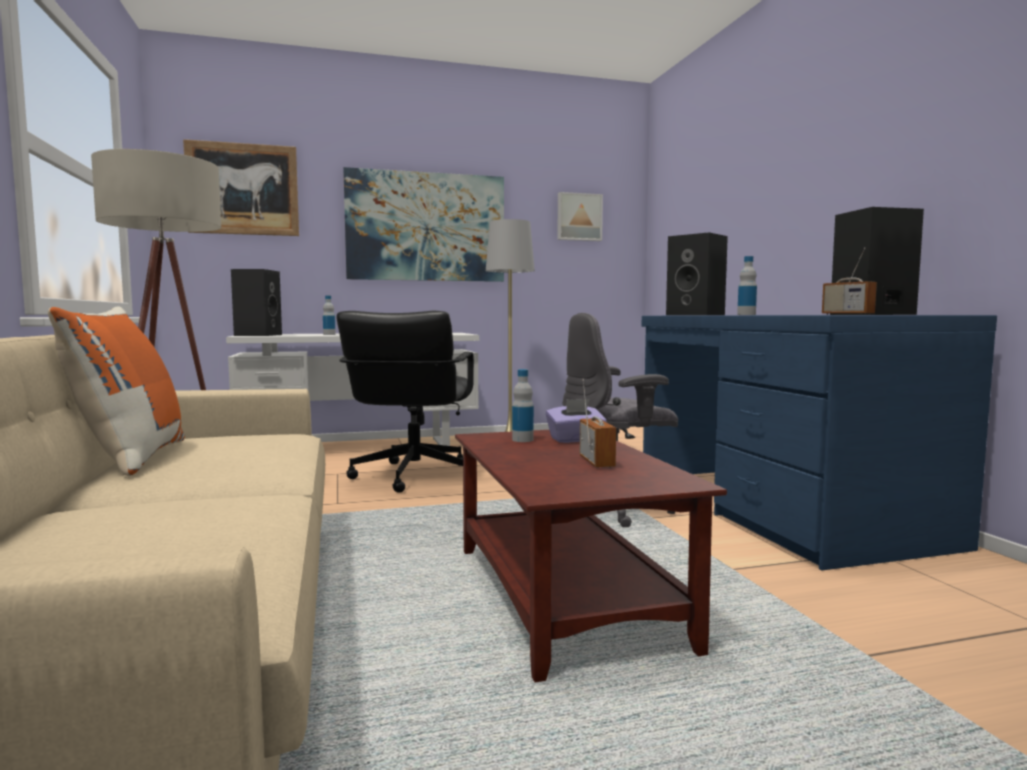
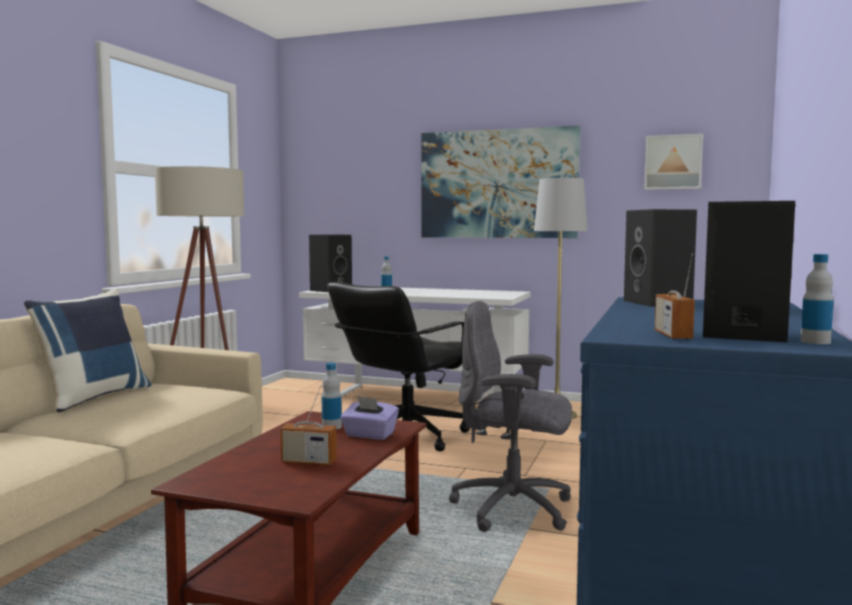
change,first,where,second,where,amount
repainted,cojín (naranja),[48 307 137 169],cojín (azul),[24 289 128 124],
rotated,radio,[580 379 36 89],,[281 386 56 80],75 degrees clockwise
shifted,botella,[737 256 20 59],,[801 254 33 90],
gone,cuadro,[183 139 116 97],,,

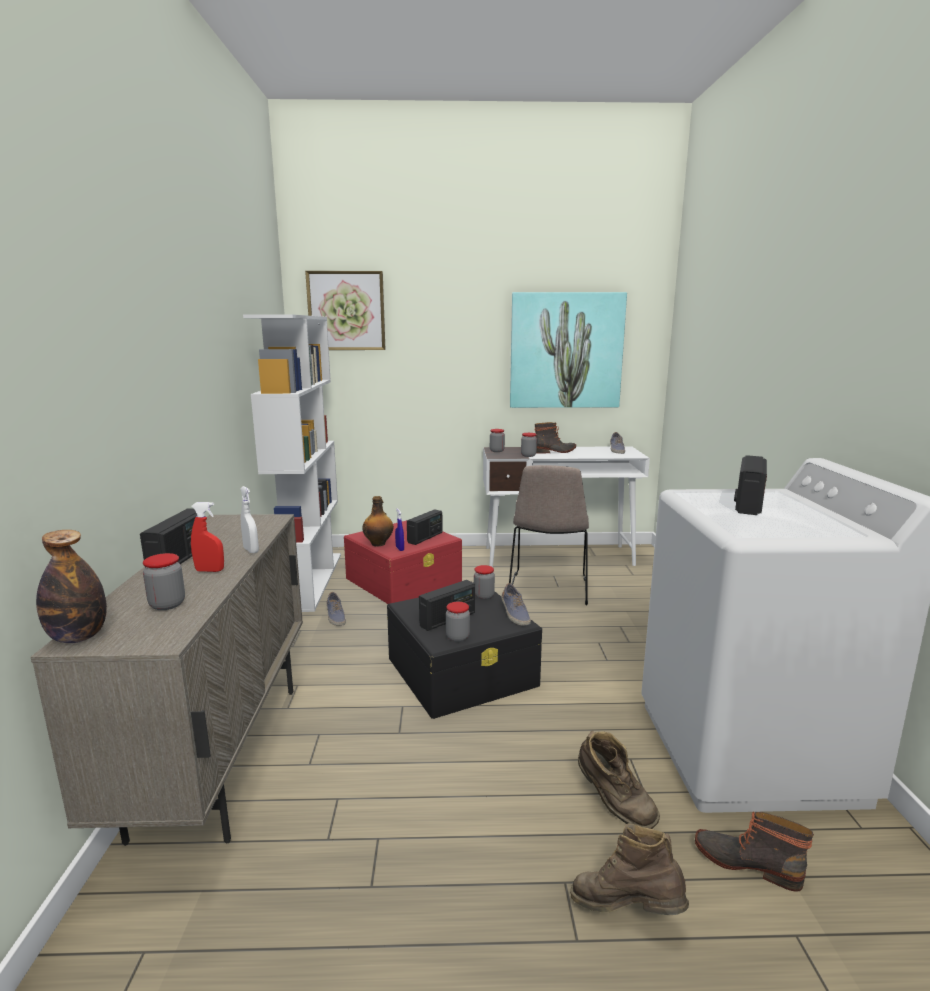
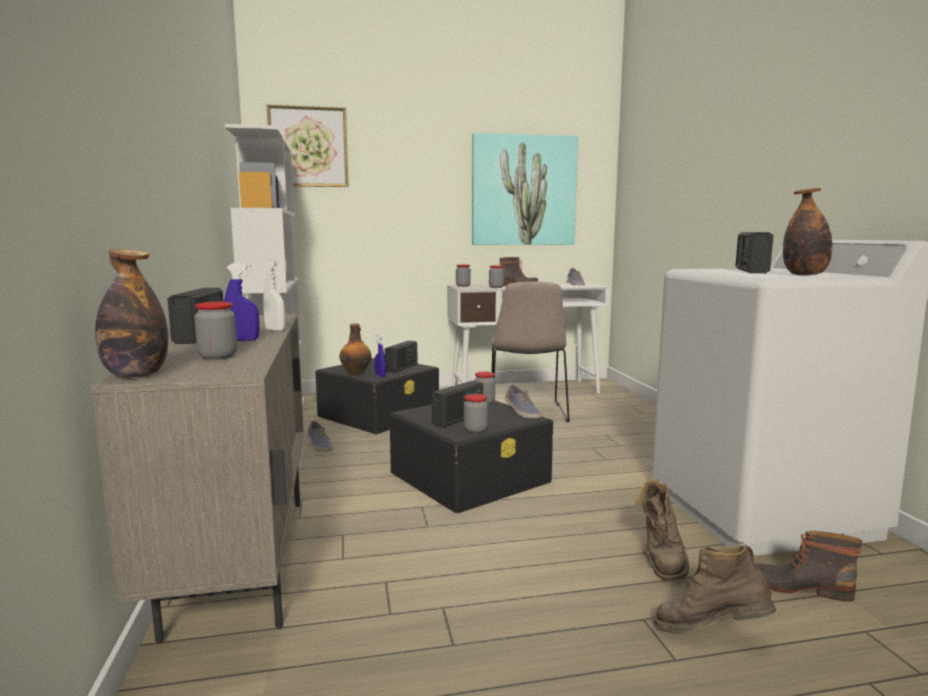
change,first,where,second,where,amount
repainted,pulverizador (rojo),[191 502 33 70],pulverizador (azul),[224 263 36 78],
repainted,caja de almacenaje (rojo),[344 520 118 84],caja de almacenaje (negro),[315 358 124 76],
rotated,bota (marrón),[578 731 82 98],,[636 478 53 103],60 degrees clockwise
new,,,botella,[783 188 50 88],

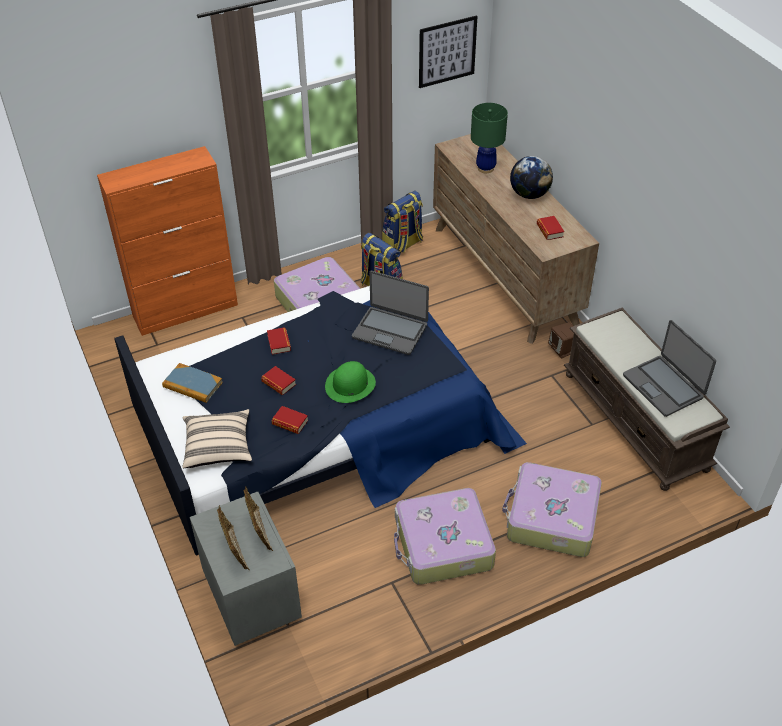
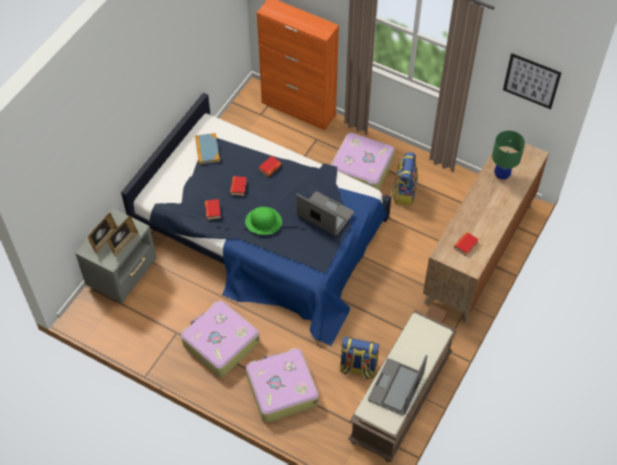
change,first,where,second,where,amount
rotated,portátil,[352 271 77 84],,[296 191 58 45],135 degrees clockwise
shifted,mochila,[382 191 41 62],,[340 337 39 43],
gone,cojín (beis),[182 409 70 59],,,
gone,globo terráqueo,[510 156 43 43],,,

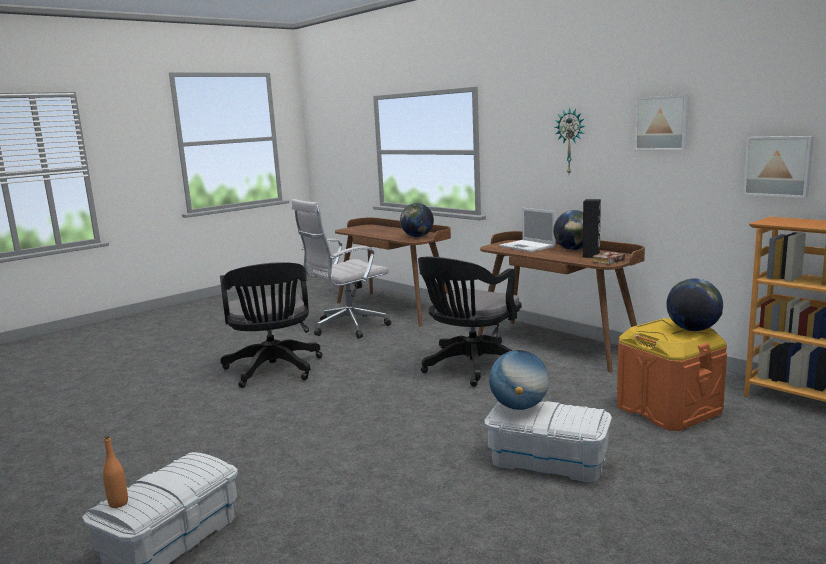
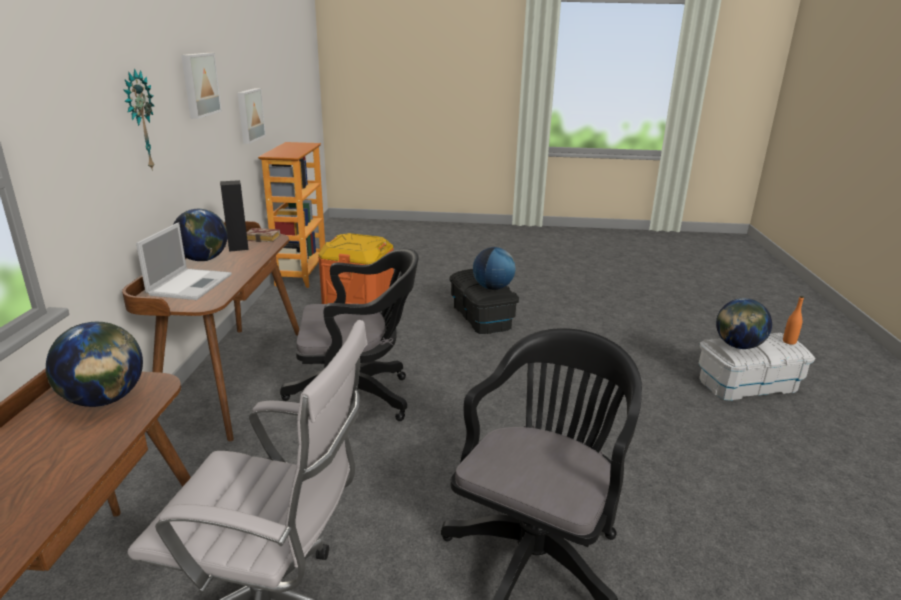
change,first,where,second,where,amount
repainted,caja de almacenaje (blanco),[484 401 128 82],caja de almacenaje (negro),[449 269 70 65],
shifted,globo terráqueo,[666 279 57 52],,[716 298 56 51],

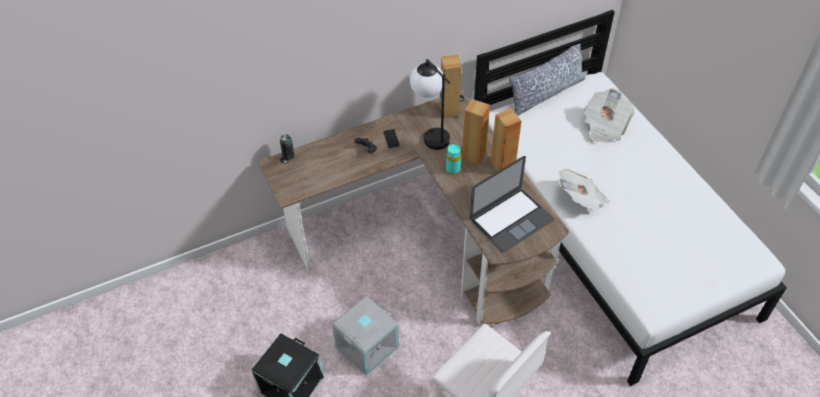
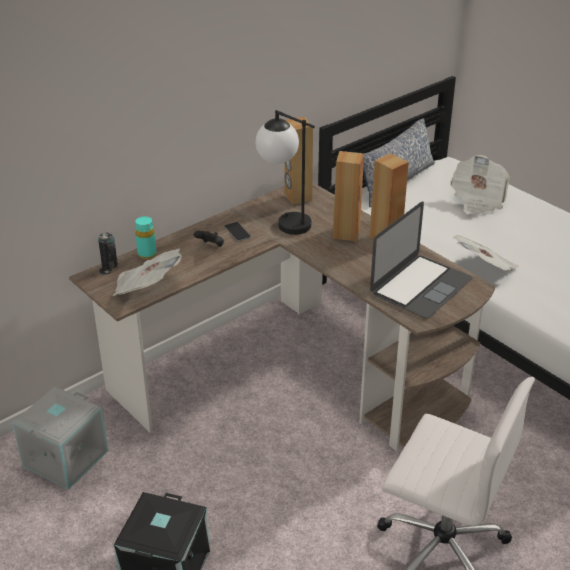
change,first,where,second,where,amount
shifted,caja de almacenaje (gris),[332 296 67 80],,[12 387 96 103],
new,,,periódico,[113 249 69 47],
shifted,botella (turquesa),[446 144 15 30],,[135 216 21 43],

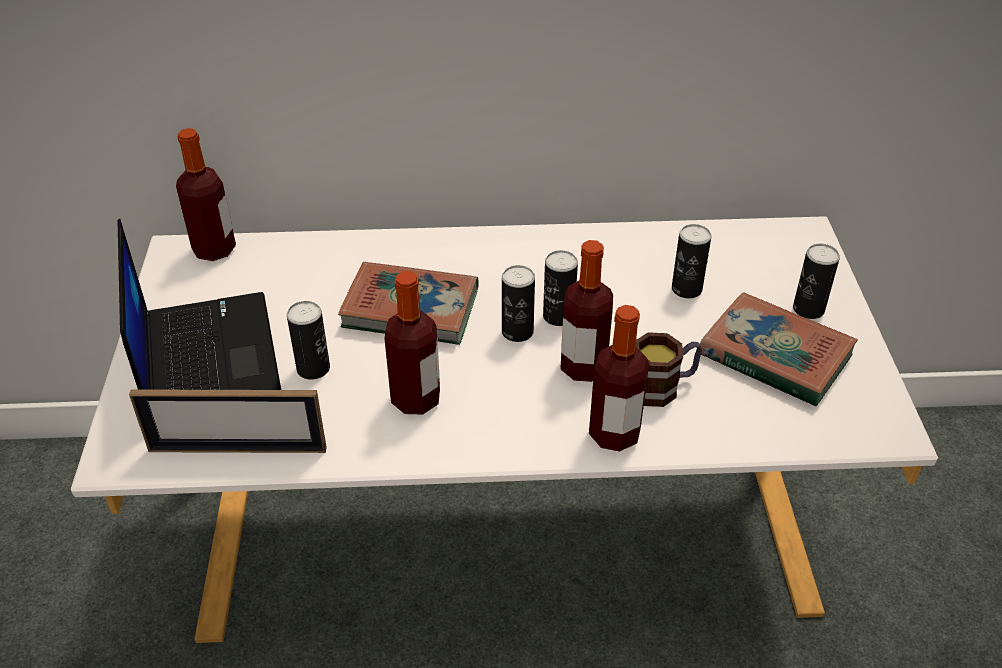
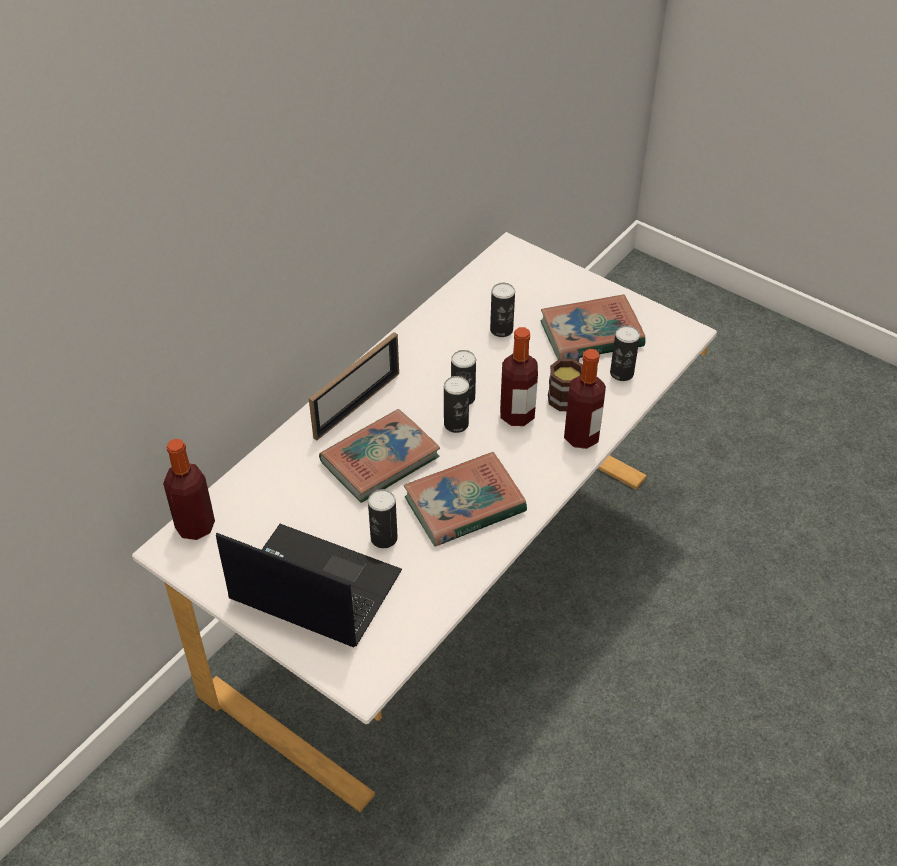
change,first,where,second,where,amount
shifted,portarretratos,[129 389 198 64],,[309 332 90 108],
swapped,botella,[384 271 56 143],libro,[404 452 123 95],
shifted,lata,[793 244 47 75],,[610 325 30 56],

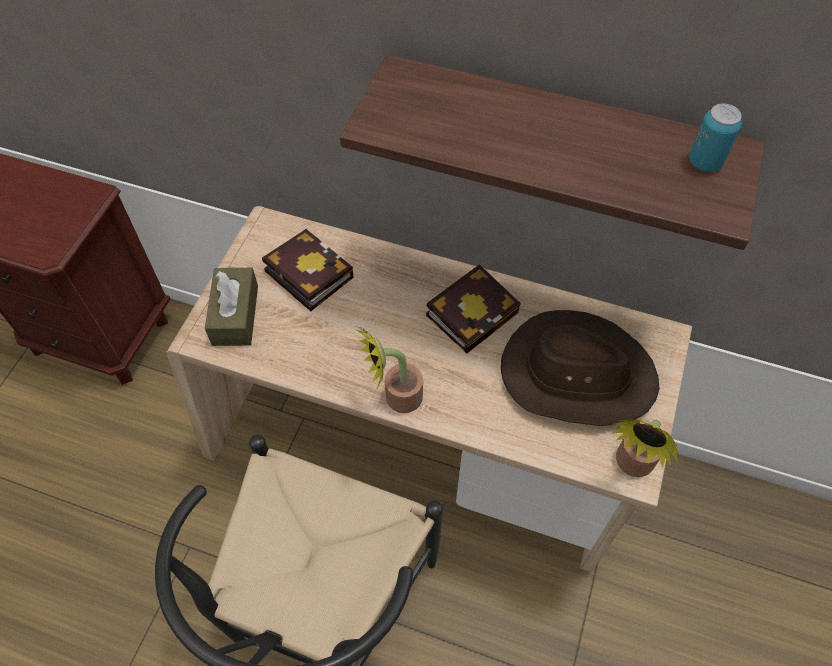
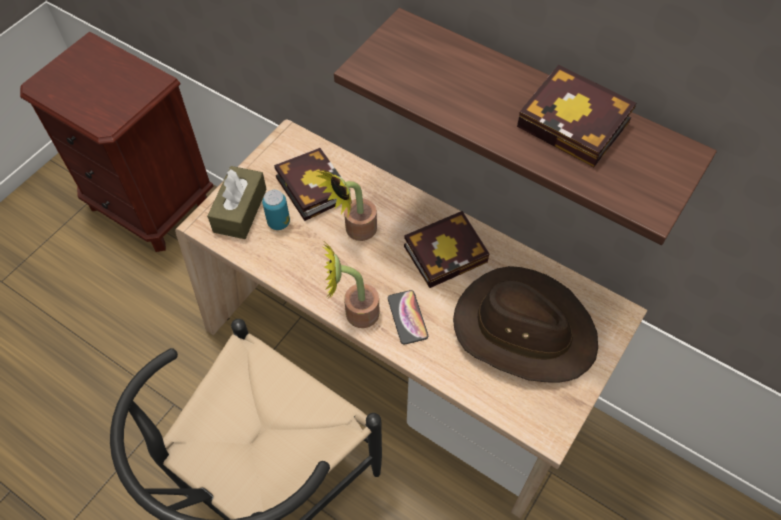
change,first,where,second,where,amount
shifted,lata,[689 104 53 68],,[262 190 28 40],
shifted,planta en maceta,[611 419 70 58],,[317 169 60 72],
new,,,móvil,[388 290 40 55],
new,,,libro,[517 65 119 102],

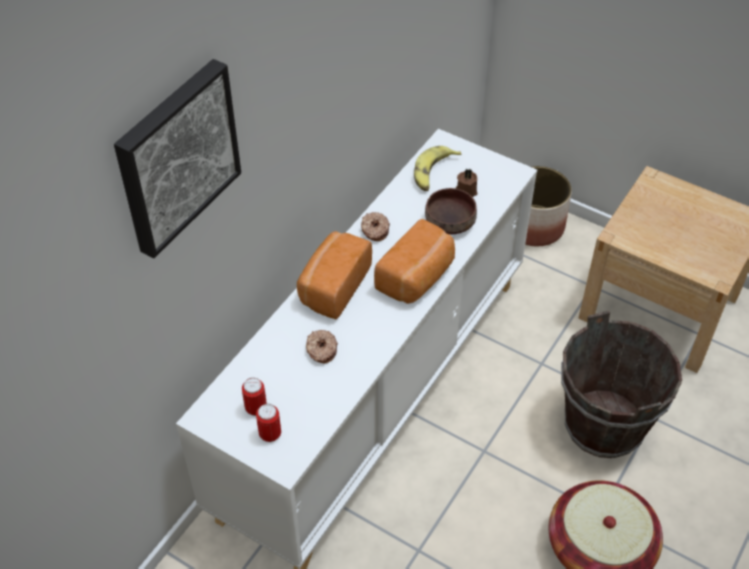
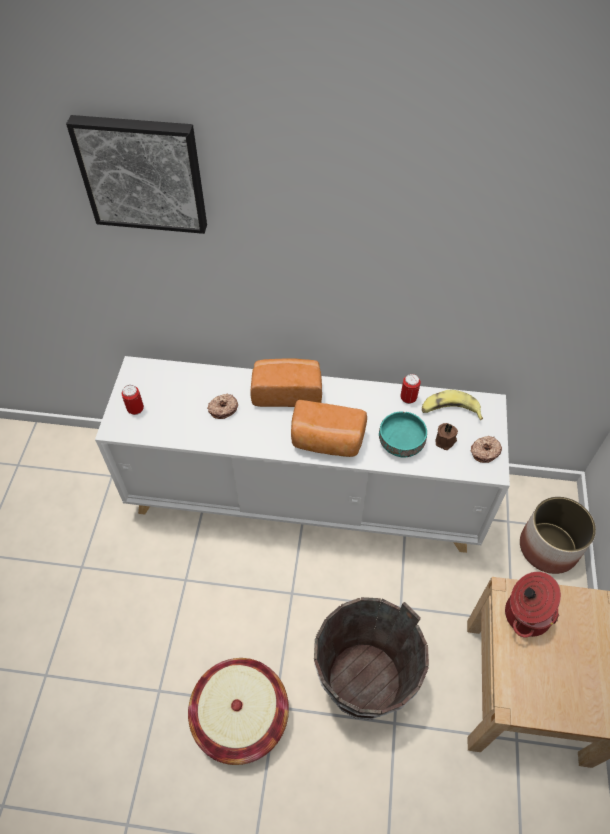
change,first,where,second,where,amount
repainted,cuenco (marrón),[425 188 52 46],cuenco (turquesa),[379 411 48 47],
shifted,lata,[242 378 25 38],,[400 374 21 30],
shifted,rosquilla,[361 212 29 29],,[471 436 31 27],
new,,,olla,[505 572 56 66],

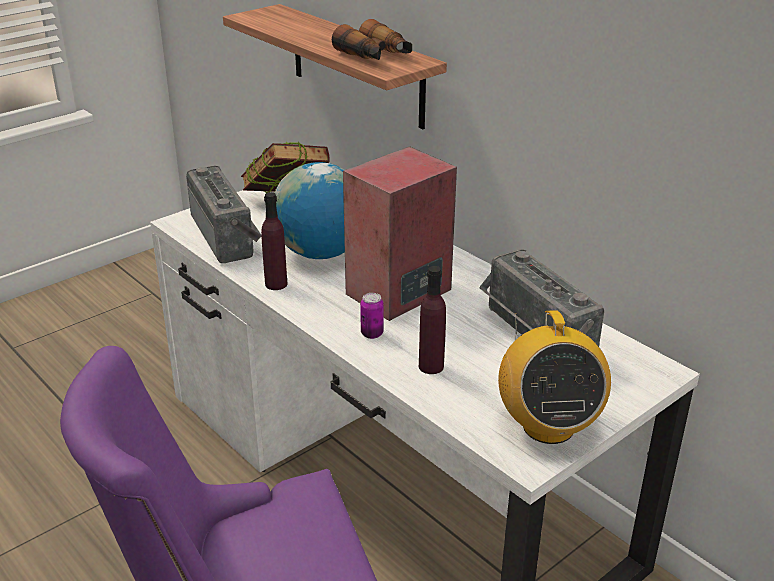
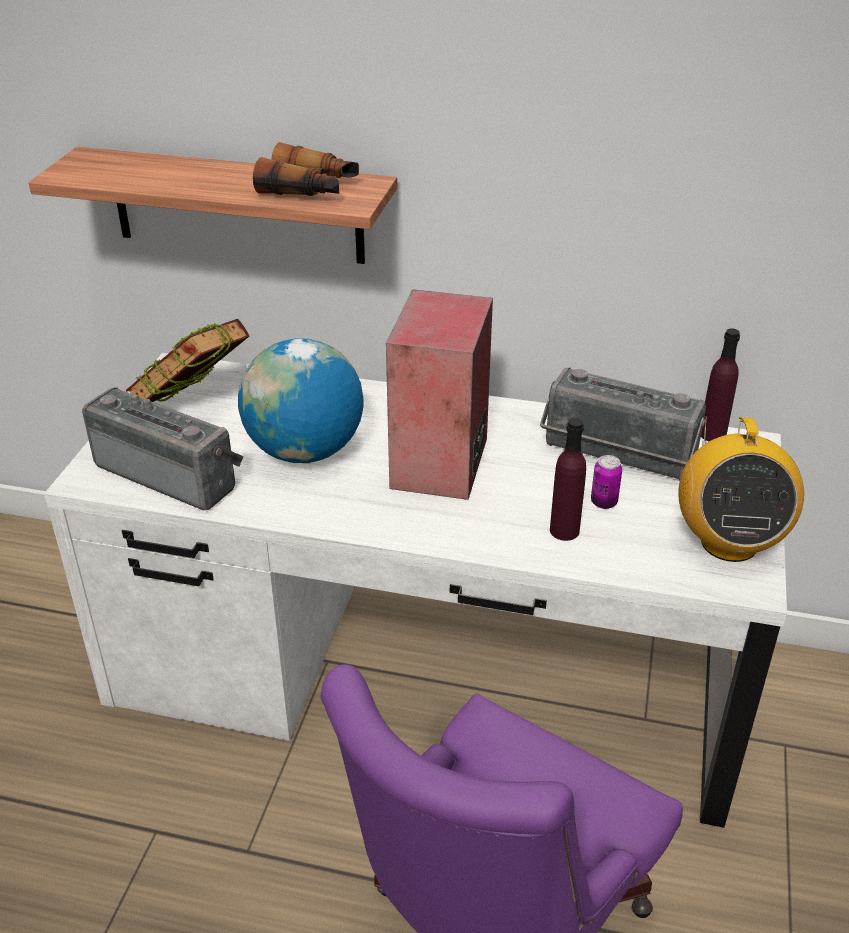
change,first,where,second,where,amount
shifted,lata,[360 293 24 46],,[591 455 31 54],
rotated,radio,[498 310 113 134],,[678 417 126 145],45 degrees clockwise
shifted,botella (morado),[261 192 27 98],,[701 329 39 112],

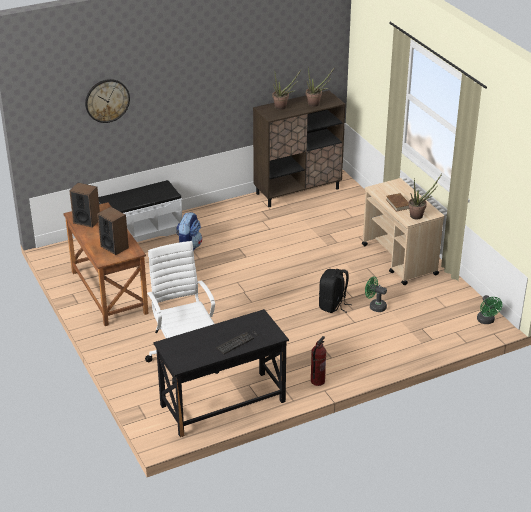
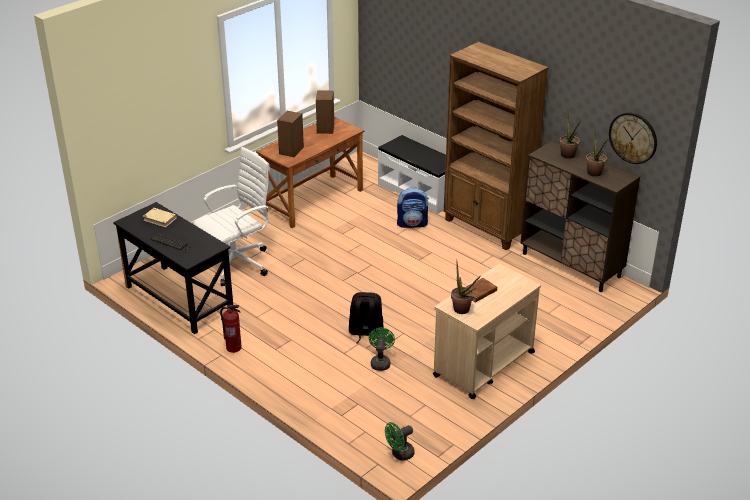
change,first,where,second,where,amount
new,,,libro (beis),[143 208 33 19],
new,,,estantería (marrón),[444 42 104 208],
shifted,reloj de pared,[85 79 45 44],,[609 112 48 52],

